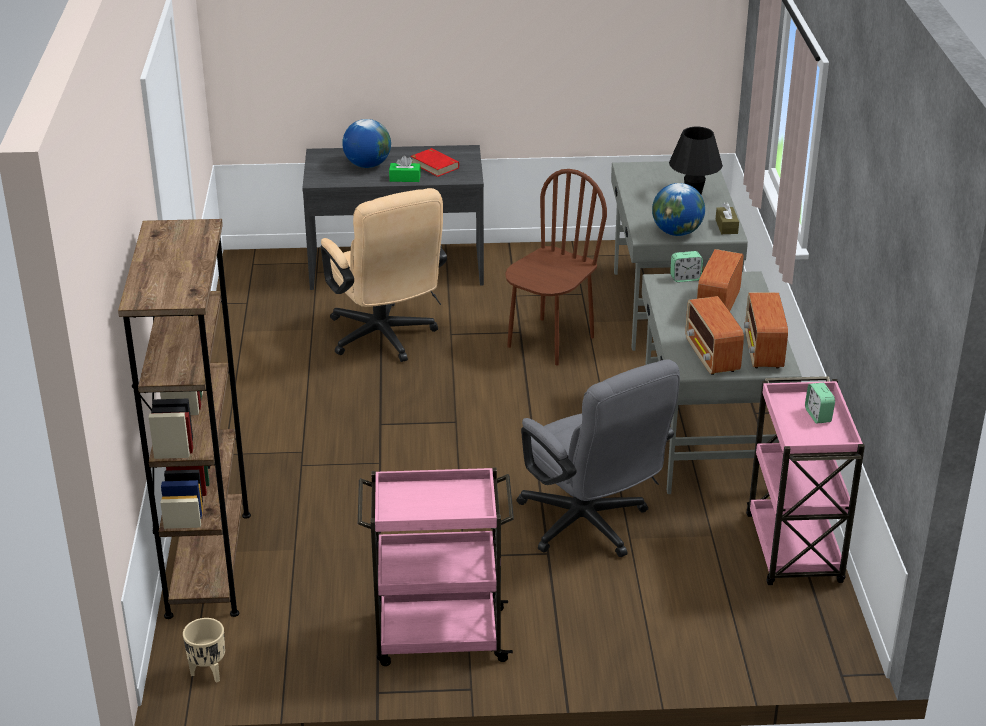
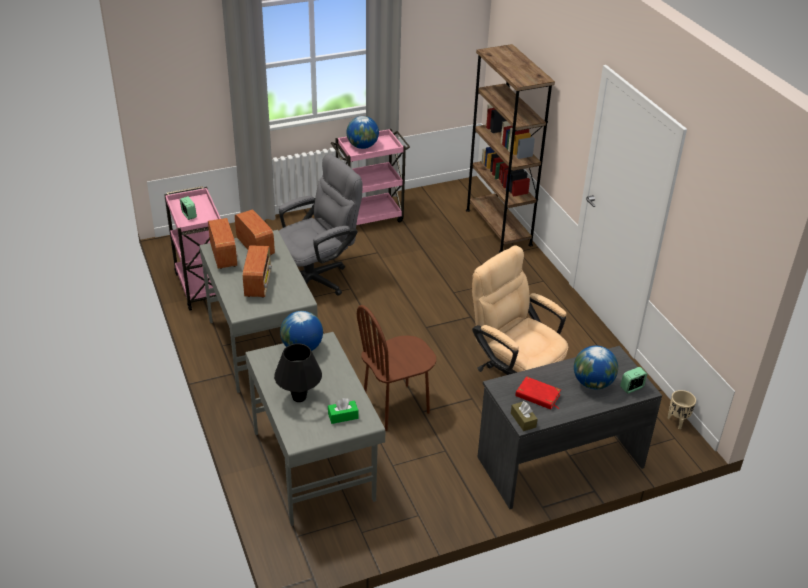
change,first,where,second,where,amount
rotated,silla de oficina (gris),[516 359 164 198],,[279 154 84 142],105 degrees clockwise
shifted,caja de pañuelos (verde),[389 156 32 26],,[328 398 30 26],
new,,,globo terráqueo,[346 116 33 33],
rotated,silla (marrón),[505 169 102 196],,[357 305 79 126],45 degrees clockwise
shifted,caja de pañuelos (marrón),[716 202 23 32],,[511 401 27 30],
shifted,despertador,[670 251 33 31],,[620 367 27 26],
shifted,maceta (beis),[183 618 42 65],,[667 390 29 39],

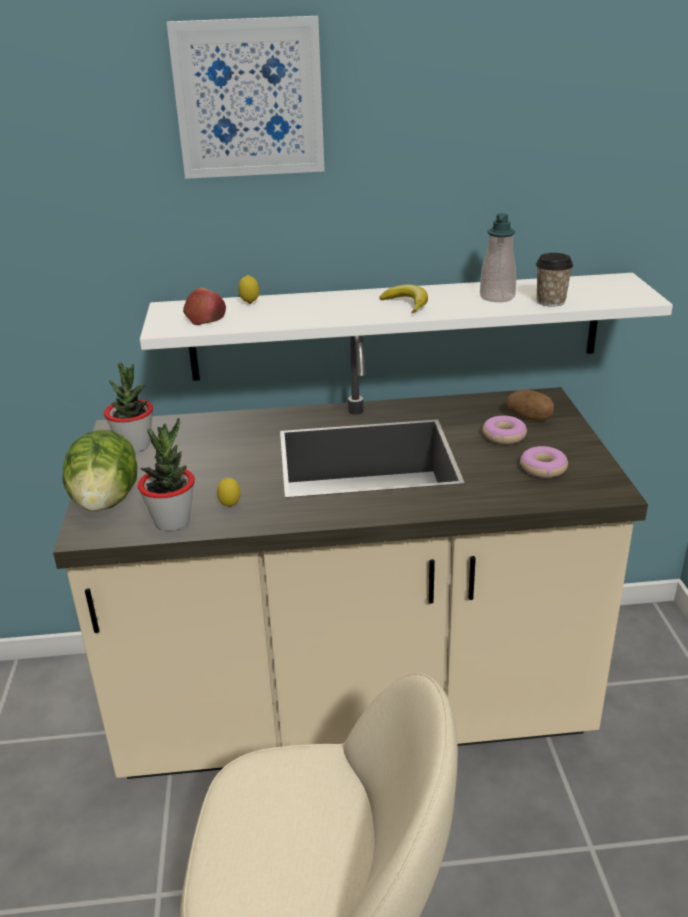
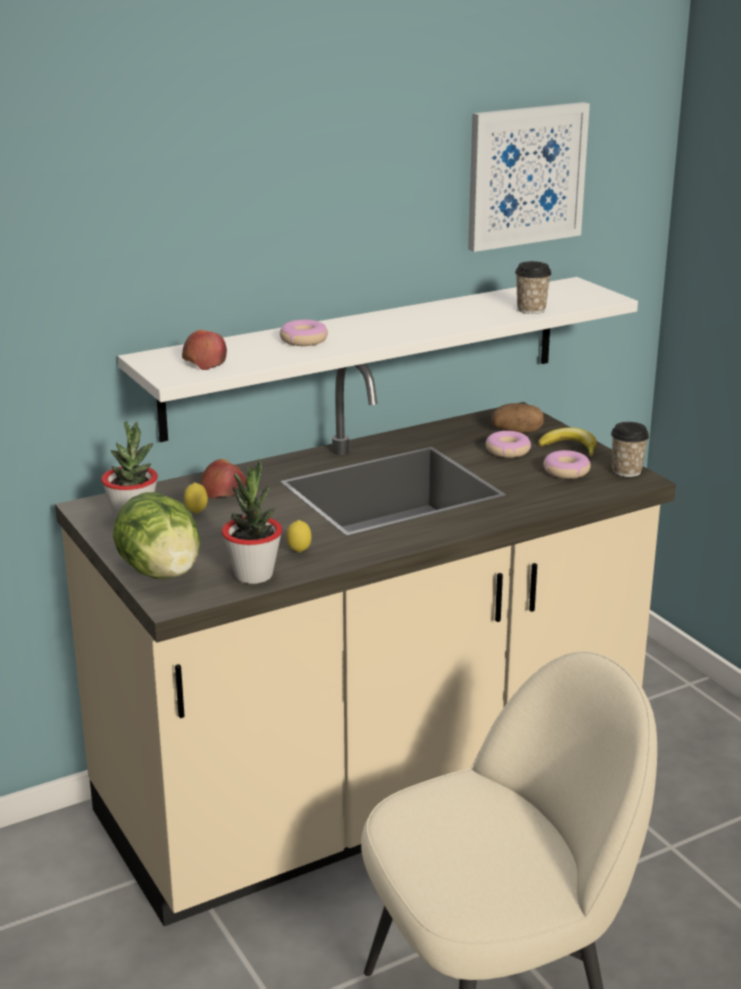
change,first,where,second,where,amount
shifted,limón,[238 275 21 29],,[184 483 24 31],
new,,,manzana,[200 459 46 40],
new,,,rosquilla,[280 320 48 26],
shifted,cuadro,[167 16 158 163],,[468 102 122 150],
shifted,plátano,[380 285 48 28],,[538 428 59 29],
new,,,taza,[611 422 38 55],
gone,dispensador de jabón,[480 213 36 89],,,

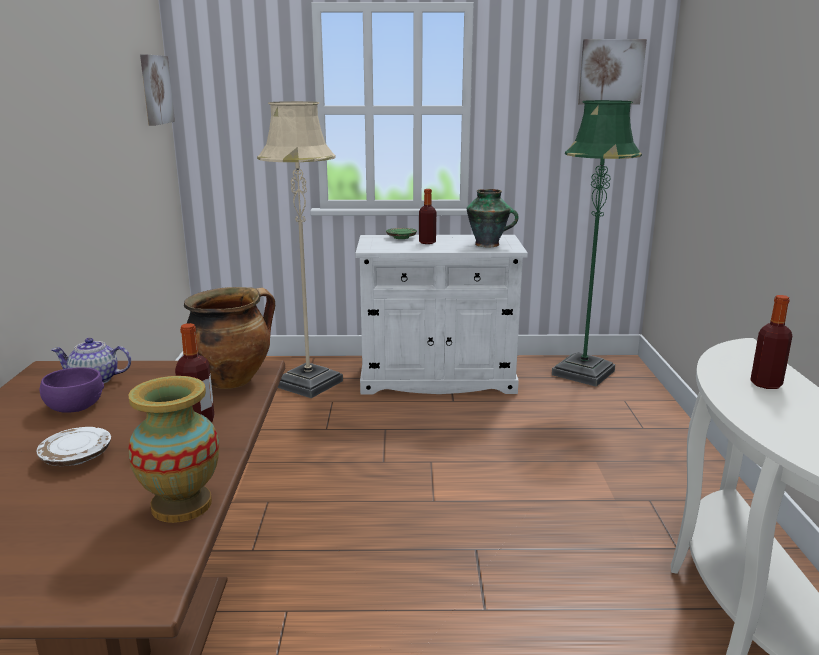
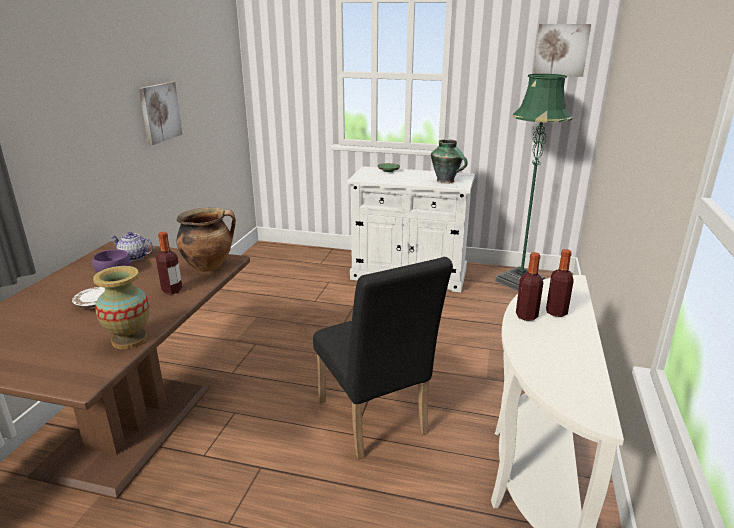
change,first,where,second,where,amount
shifted,cuadro,[140 54 35 72],,[139 82 43 63],
new,,,silla (negro),[313 257 140 203],
shifted,botella,[419 189 17 55],,[516 252 27 69],
gone,lámpara de pie (beis),[257 101 86 297],,,

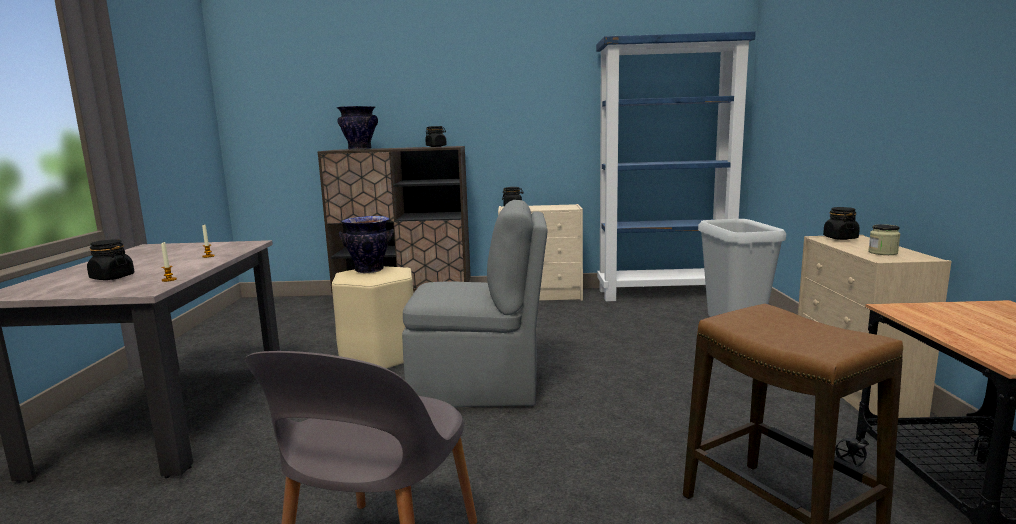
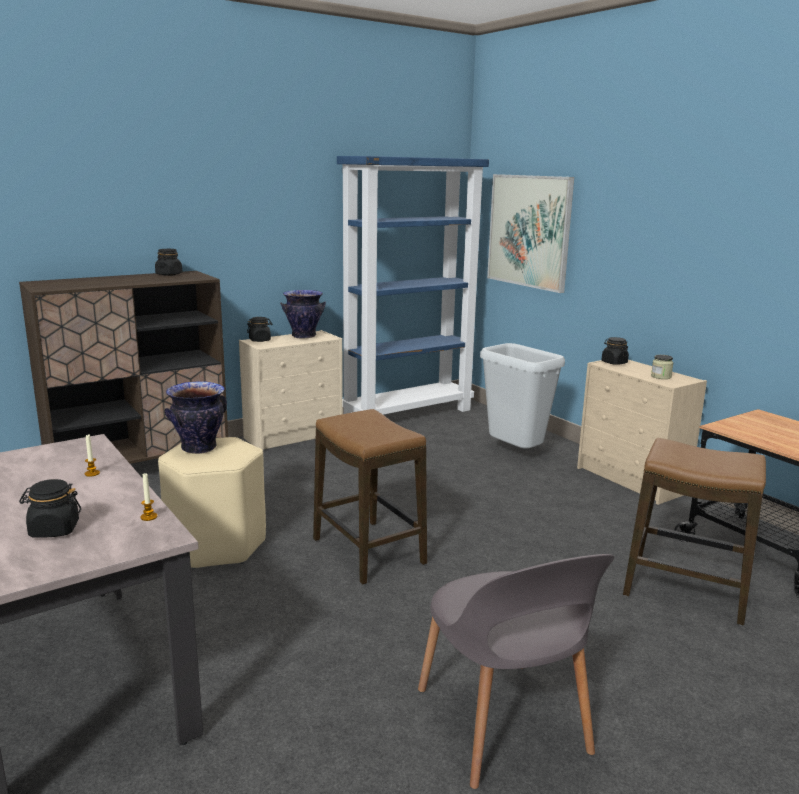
change,first,where,second,where,amount
shifted,florero,[337 106 41 44],,[280 290 46 48],
swapped,silla (gris),[402 200 146 207],taburete,[313 409 114 175],
new,,,cuadro,[487 174 87 119],

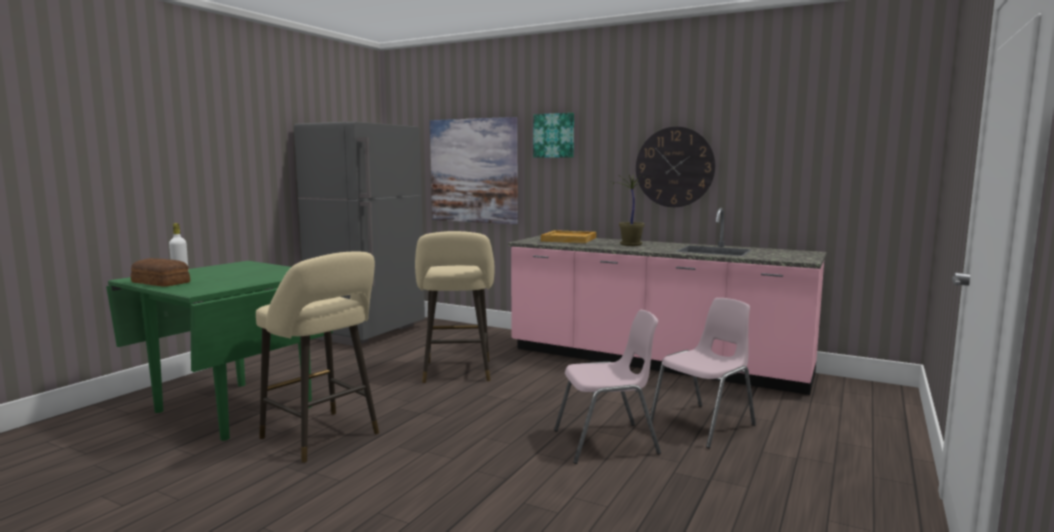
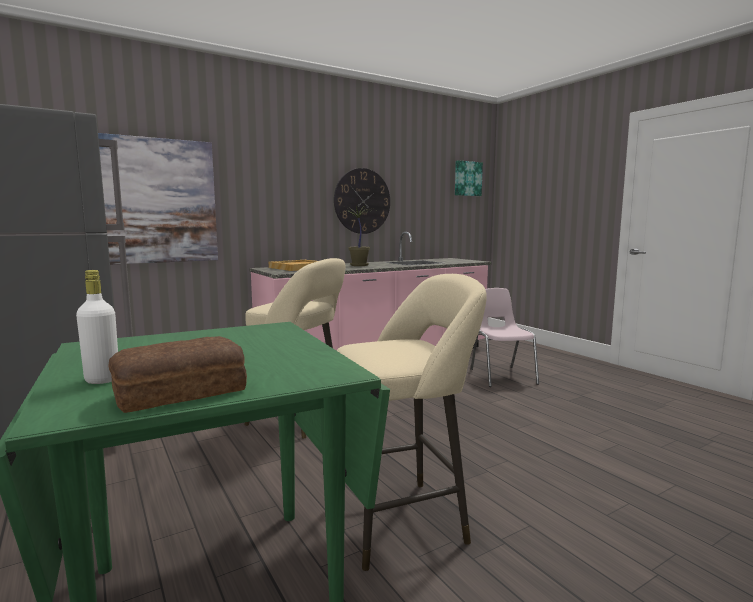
change,first,where,second,where,amount
shifted,cuadro,[533 113 41 45],,[455 160 28 36],
gone,silla (rosa),[554 310 107 154],,,

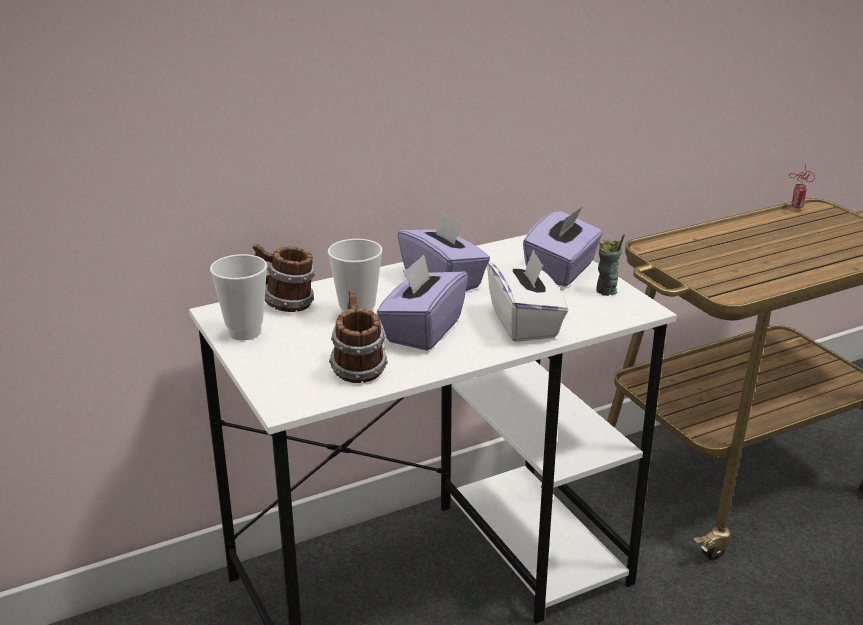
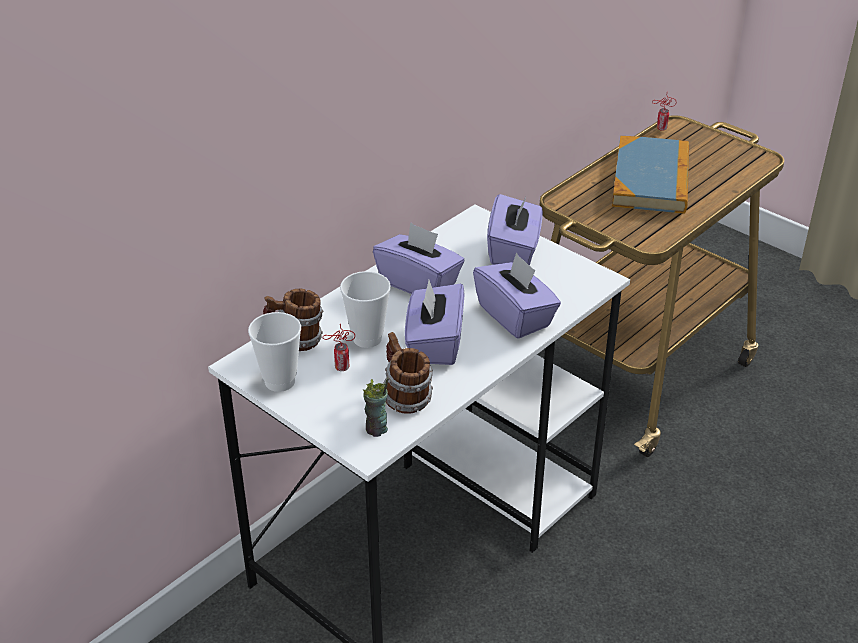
change,first,where,second,where,amount
new,,,lata,[323 324 32 47],
shifted,taza,[596 234 29 62],,[363 378 25 59],
repainted,caja de pañuelos (blanco),[487 249 82 93],caja de pañuelos (morado),[473 252 88 87],
new,,,libro,[612 136 77 78],

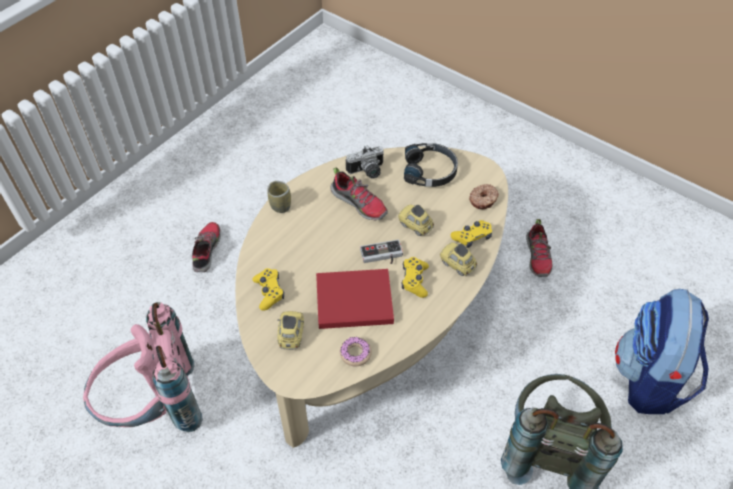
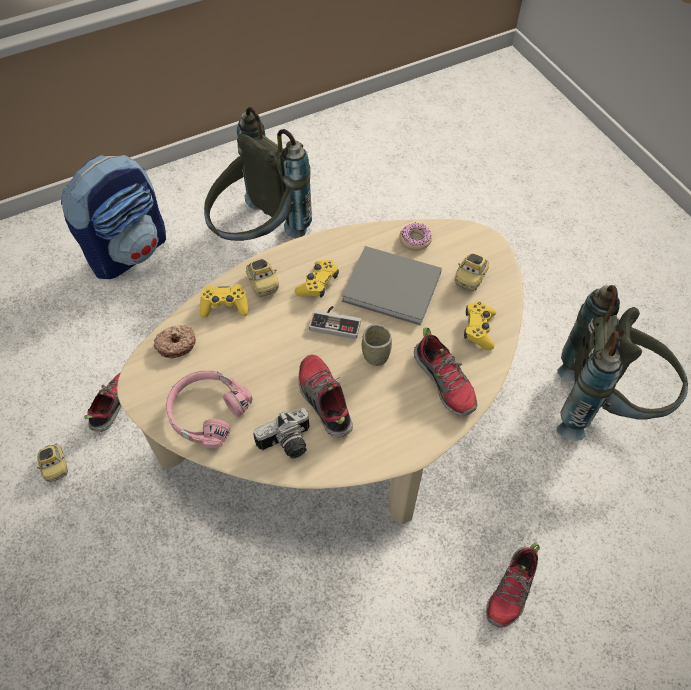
change,first,where,second,where,amount
shifted,coche de juguete,[398 205 36 31],,[37 444 31 38],
repainted,auriculares (negro),[404 143 54 44],auriculares (rosa),[165 370 88 78],
rotated,cámara,[346 145 38 34],,[253 408 56 50],150 degrees clockwise
repainted,libro (rojo),[316 269 78 60],libro (gris),[342 246 100 80],
shifted,taza,[267 181 24 32],,[362 324 30 42],
new,,,zapato,[414 327 63 89],
repainted,mochila (rosa),[83 302 120 130],mochila (gris),[557 285 131 156],

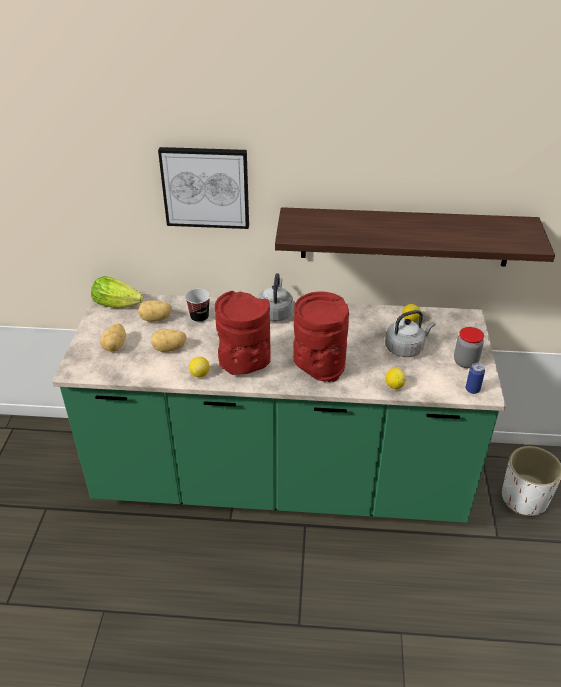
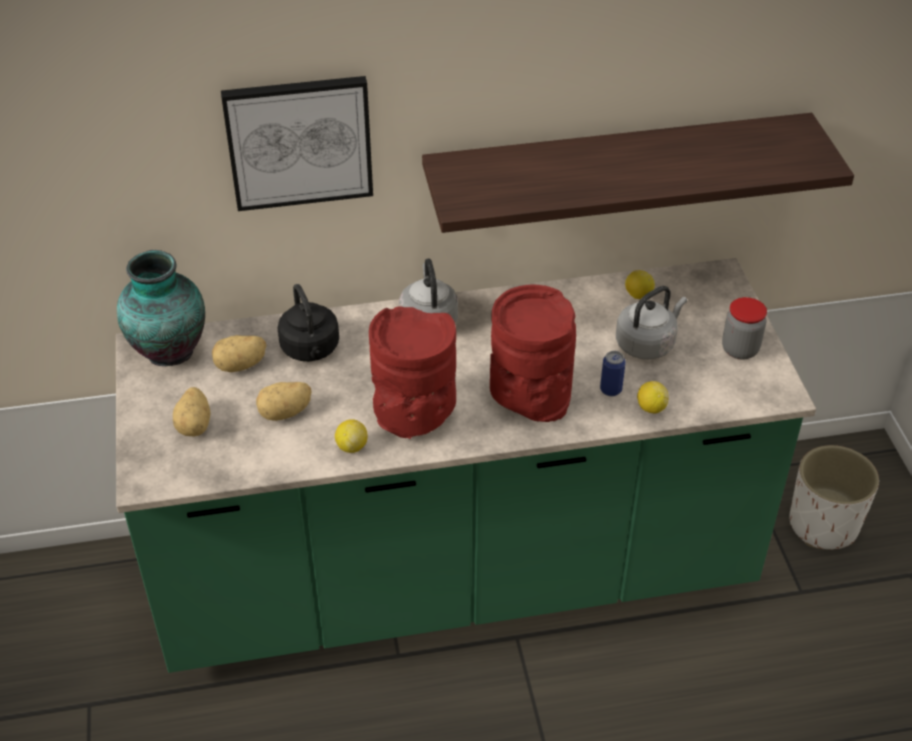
change,first,where,second,where,amount
swapped,lechuga,[91 276 52 32],florero,[117 250 88 116],
swapped,taza,[185 289 25 34],hervidor (negro),[277 284 62 77],
shifted,lata,[466 363 19 31],,[600 351 26 45],

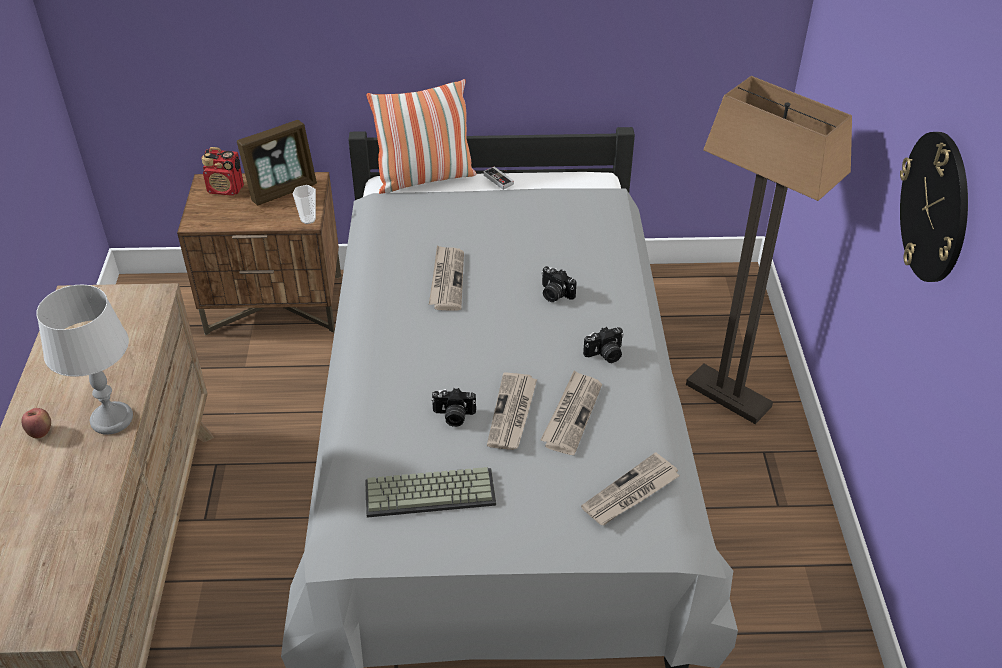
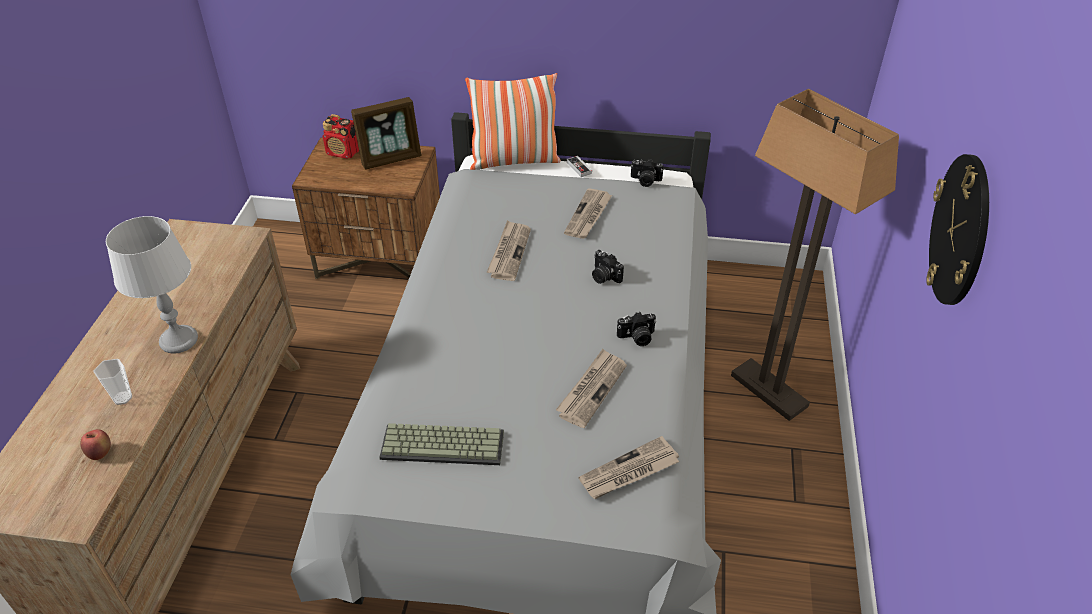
change,first,where,second,where,amount
shifted,manzana,[21 408 30 31],,[80 429 31 31],
shifted,taza,[292 185 24 39],,[93 359 39 46],
shifted,periódico,[487 372 50 78],,[564 188 48 51],
shifted,cámara,[431 388 45 39],,[631 159 33 28],

